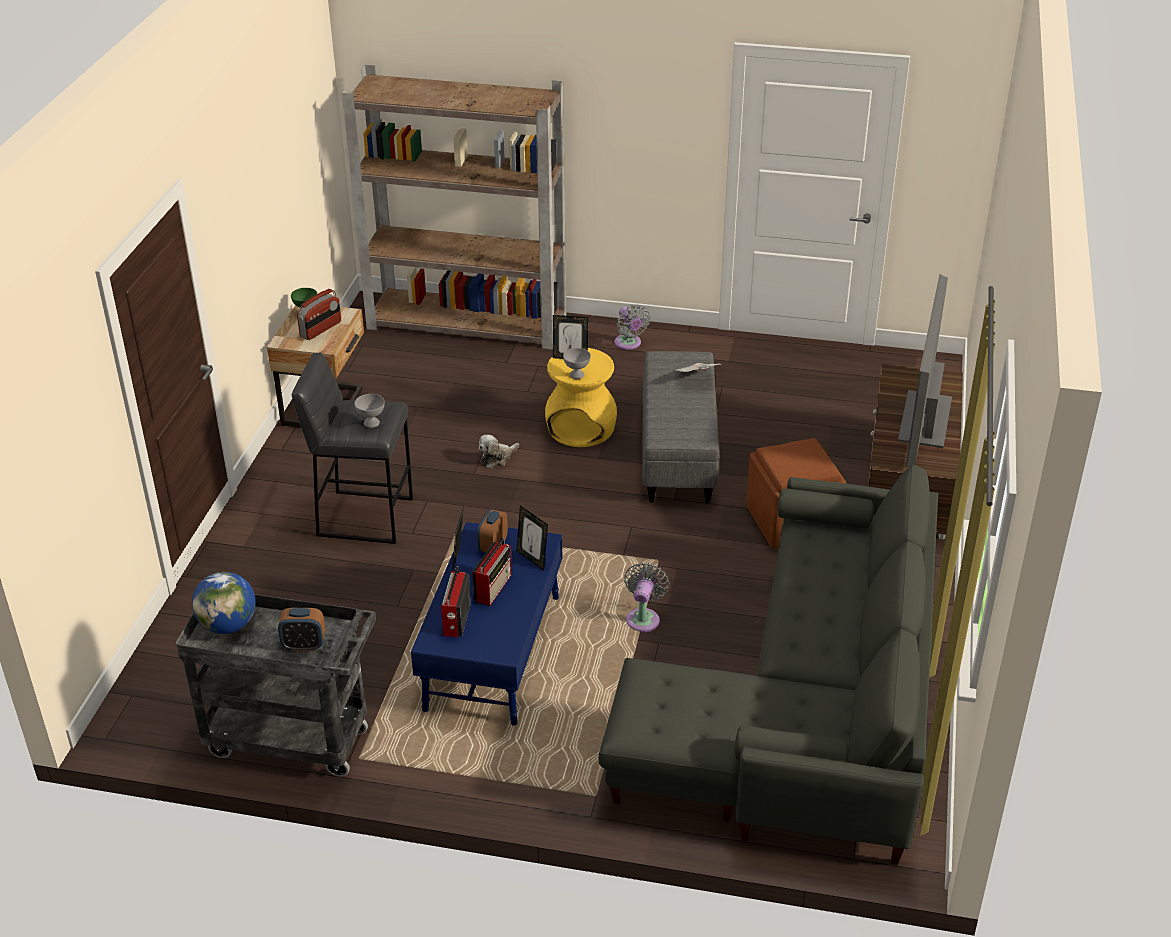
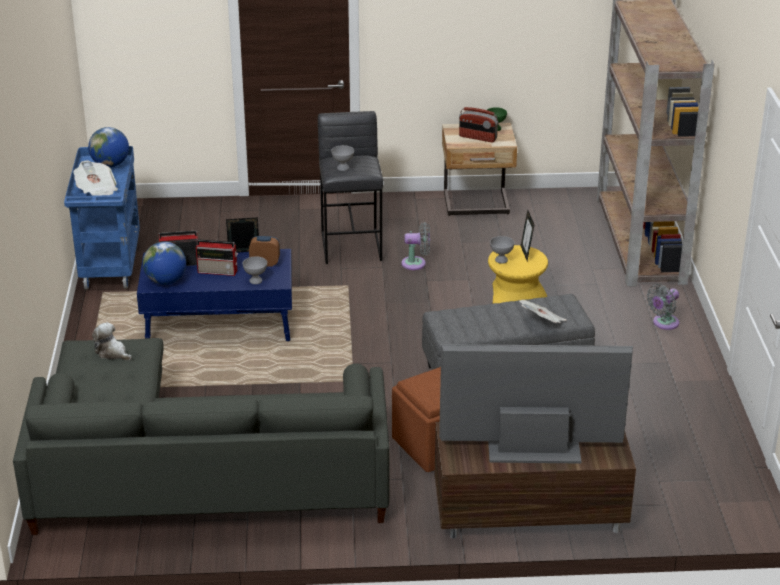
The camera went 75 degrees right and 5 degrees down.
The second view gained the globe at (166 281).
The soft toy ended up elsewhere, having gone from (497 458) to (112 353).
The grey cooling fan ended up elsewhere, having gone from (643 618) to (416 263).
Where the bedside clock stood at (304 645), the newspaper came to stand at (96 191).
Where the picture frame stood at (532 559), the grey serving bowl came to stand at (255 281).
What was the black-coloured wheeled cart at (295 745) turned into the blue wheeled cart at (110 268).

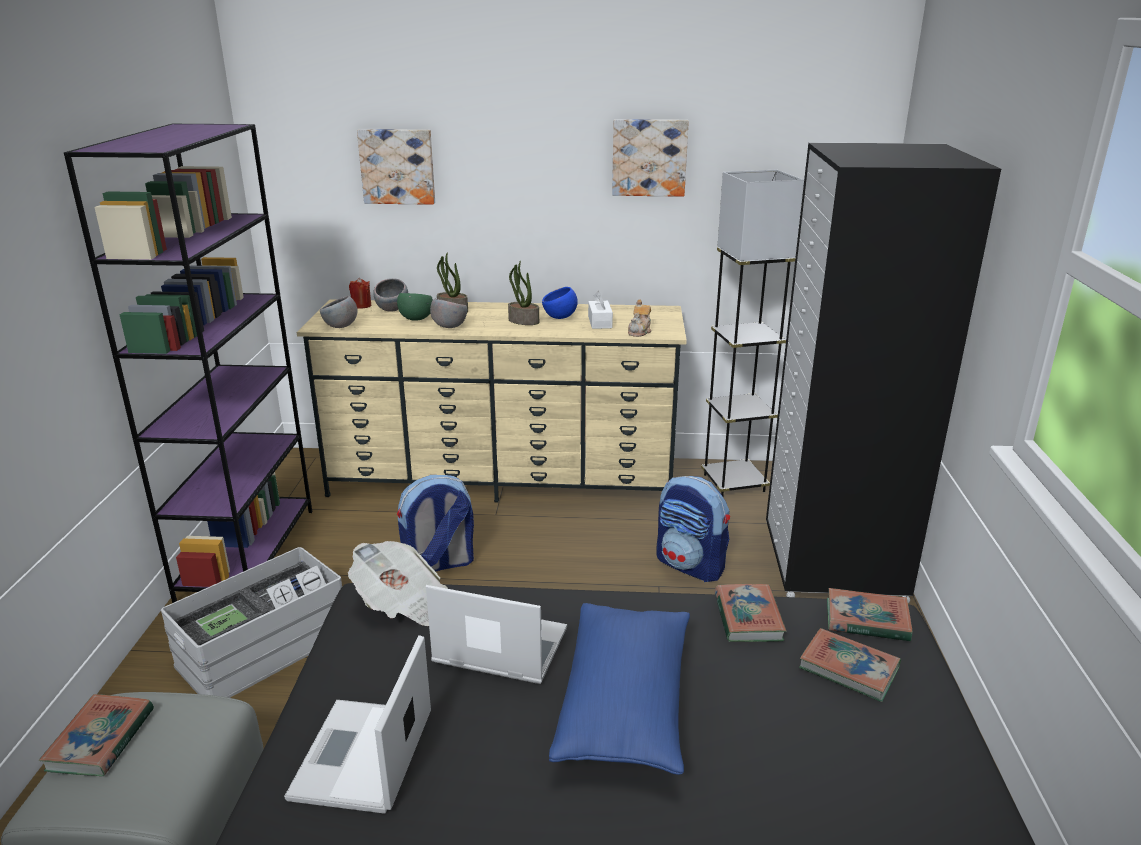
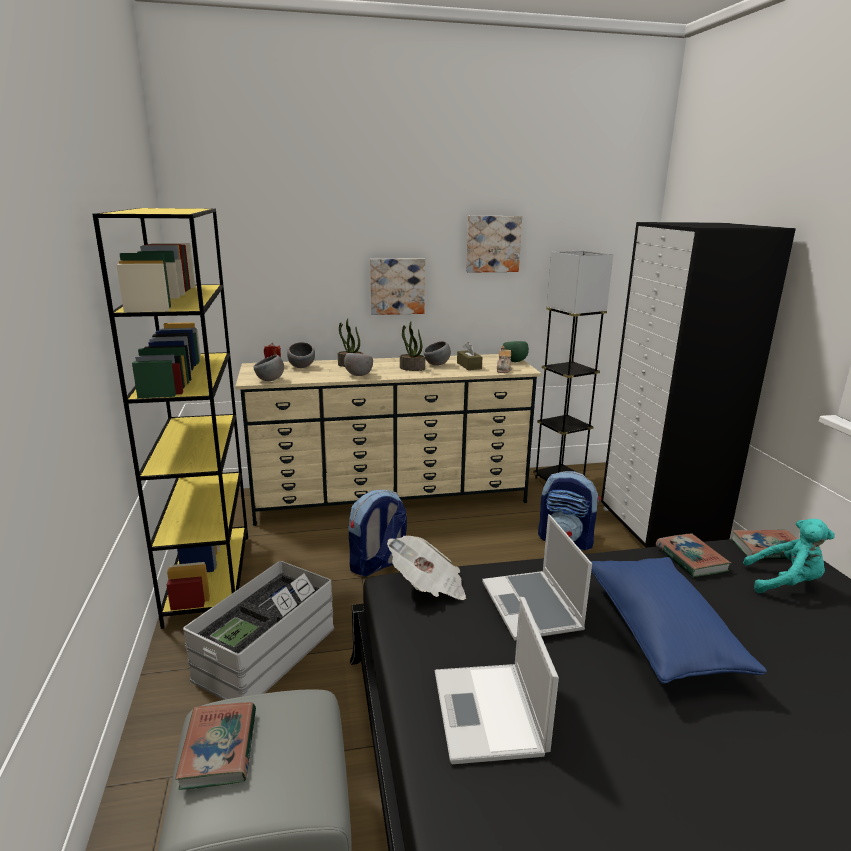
The camera went 15 degrees left and 5 degrees down.
The wall picture ended up elsewhere, having gone from (397 166) to (397 286).
The greenish serving bowl ended up elsewhere, having gone from (416 319) to (514 361).
Where the volume stood at (848 668), the turquoise soft toy came to stand at (785 583).
What was the purple shelving unit at (247 553) turned into the yellow shelving unit at (208 577).
What was the blue serving bowl at (560 318) turned into the grey serving bowl at (437 365).
What was the whitish box of tissues at (600 322) turned into the brown box of tissues at (469 366).
The laptop at (498 648) ended up facing another way, 105 degrees counterclockwise from before.

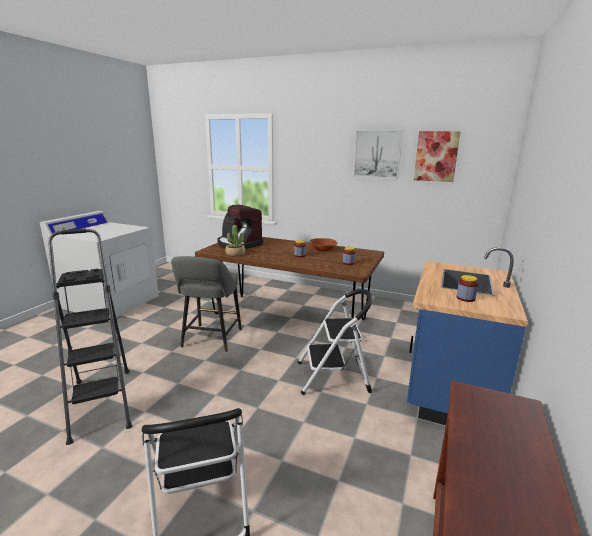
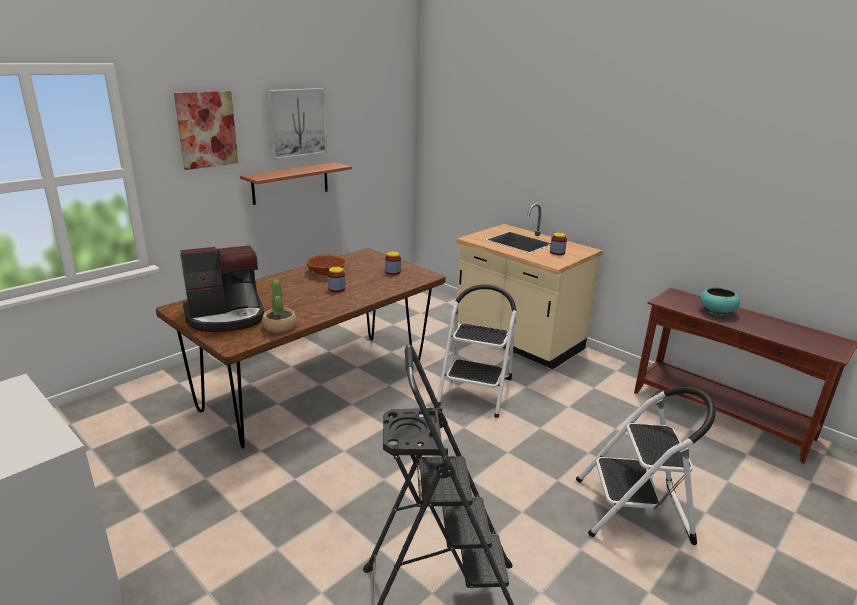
The camera went 70 degrees left and 5 degrees up.
The second view lost the grey stool at (210 339).
The second view gained the wall shelf at (290 183).
The second view gained the turquoise serving bowl at (716 312).
The wall picture ended up elsewhere, having gone from (436 156) to (206 129).
What was the blue kitchen base unit at (449 386) turned into the beige kitchen base unit at (518 341).

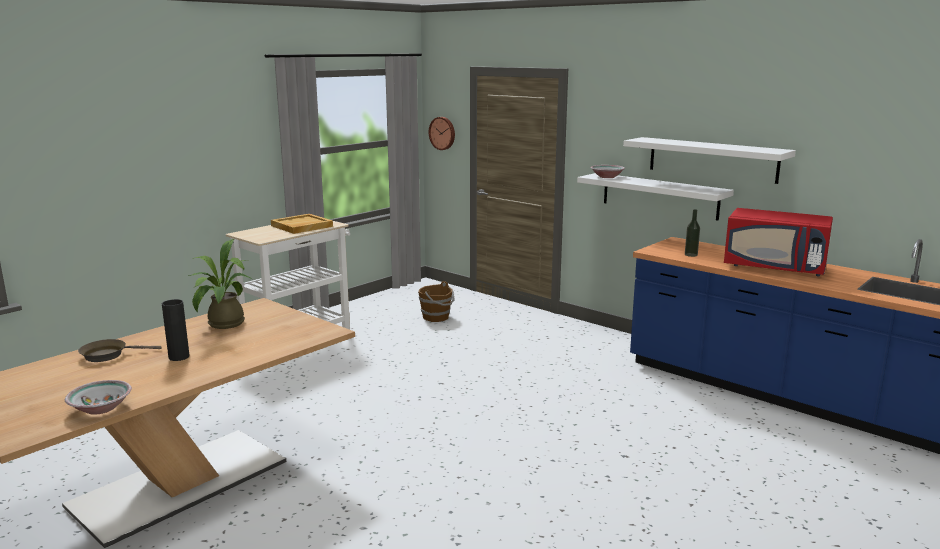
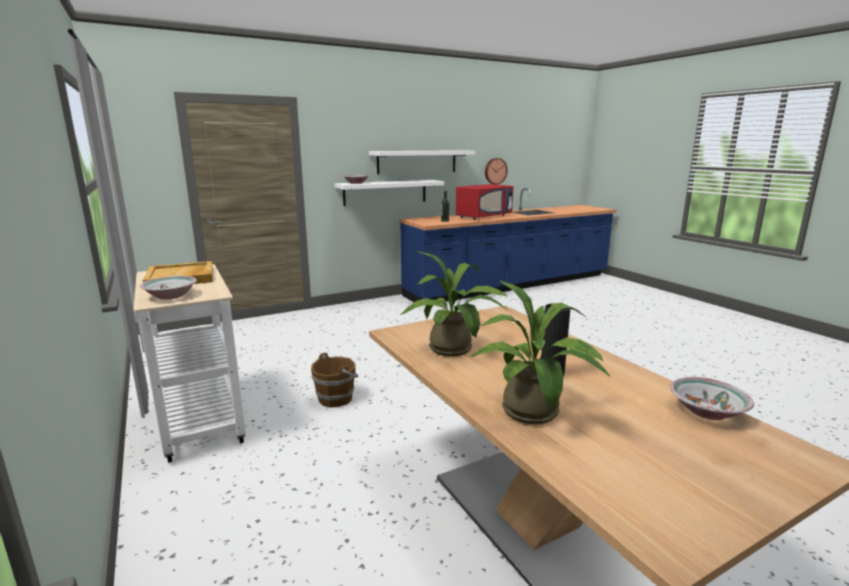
The camera went 70 degrees left and 0 degrees up.
The second view gained the serving bowl at (171 296).
The brown bucket ended up elsewhere, having gone from (436 317) to (336 398).
The wall clock ended up elsewhere, having gone from (443 133) to (495 171).
Where the brown pan stood at (108 355), the houseplant came to stand at (533 415).

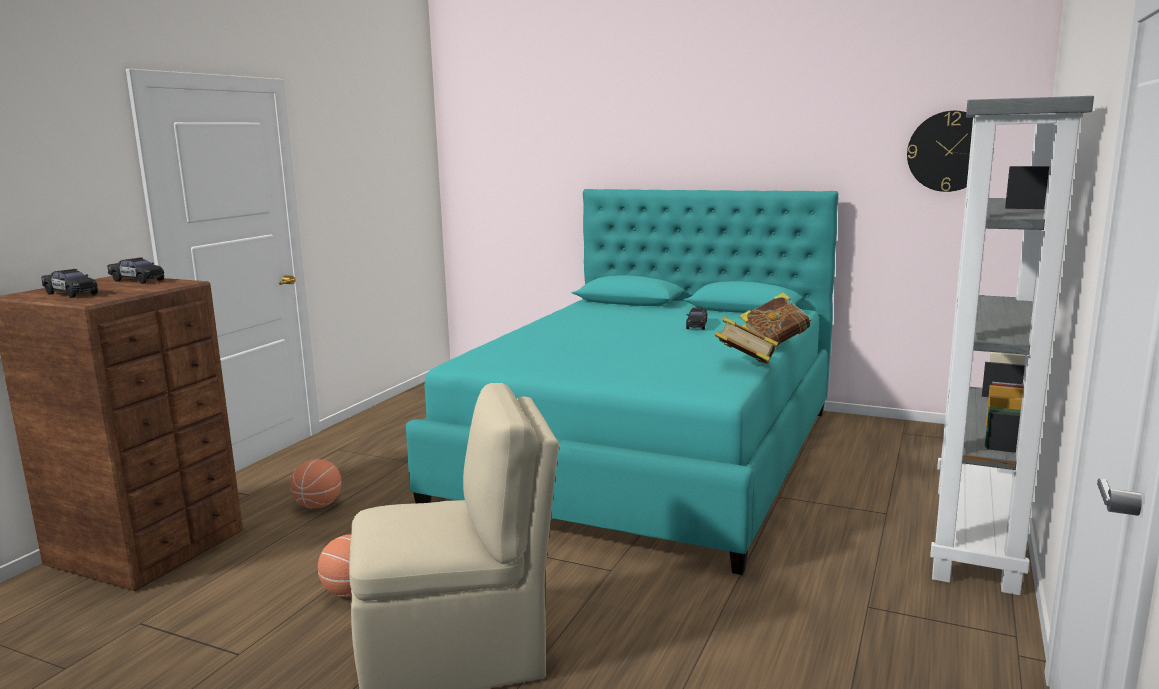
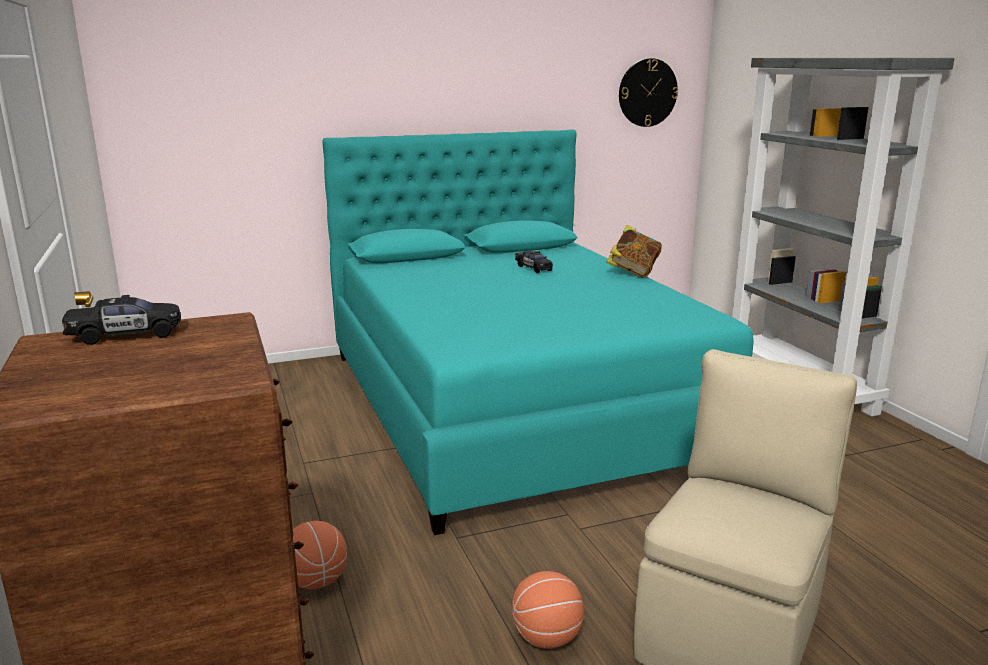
The camera went 45 degrees left and 5 degrees up.
The second view lost the black-coloured miniature car at (71 294).
The second view lost the volume at (744 366).

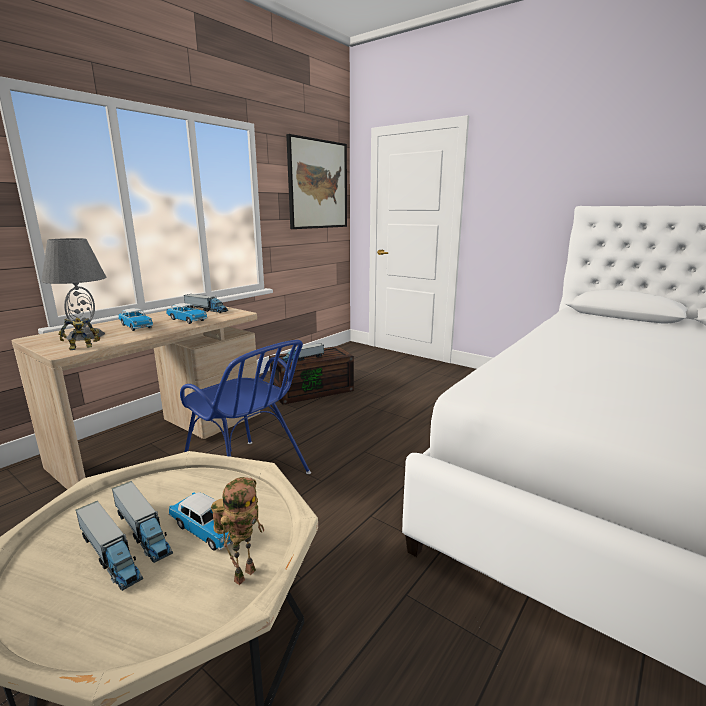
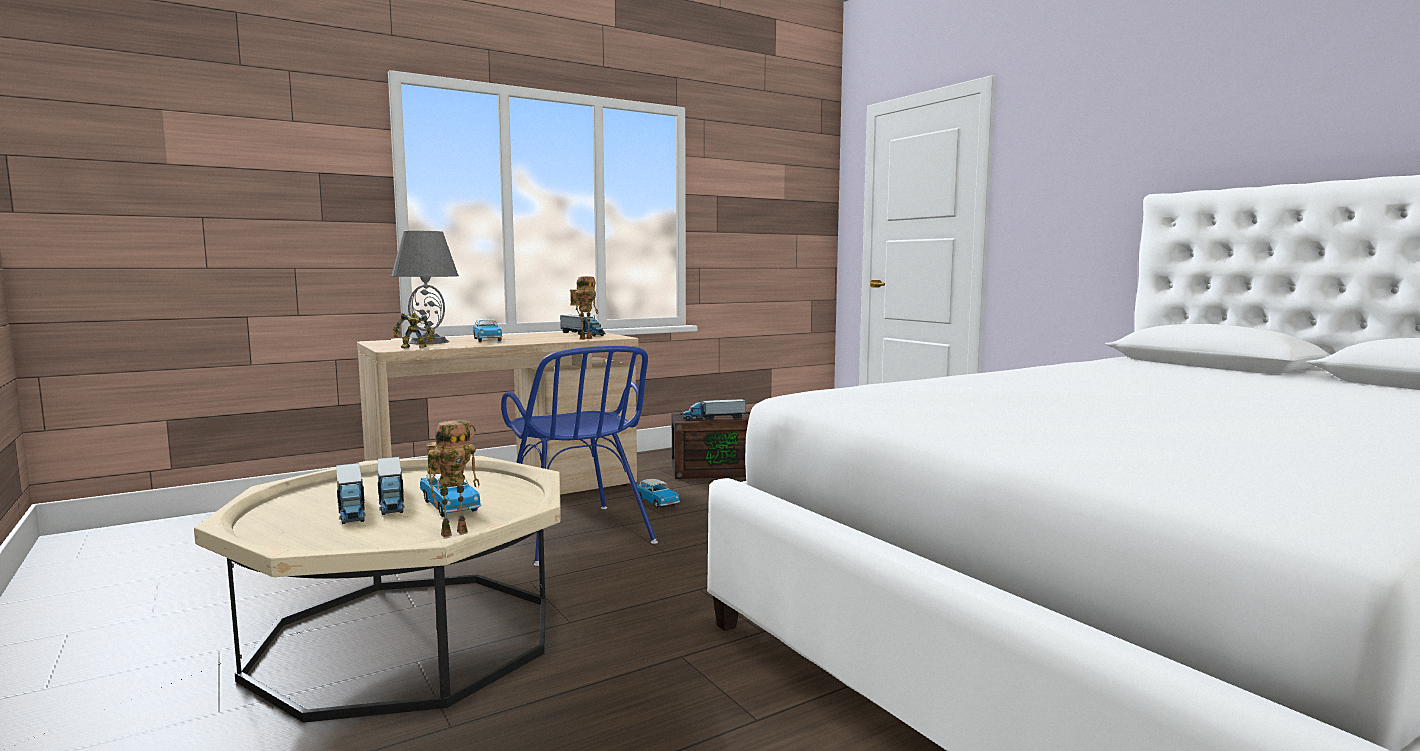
The camera went 20 degrees right and 10 degrees down.
The second view lost the wall picture at (318 185).
The second view gained the model robot at (585 338).
The miniature car ended up elsewhere, having gone from (187 320) to (656 501).

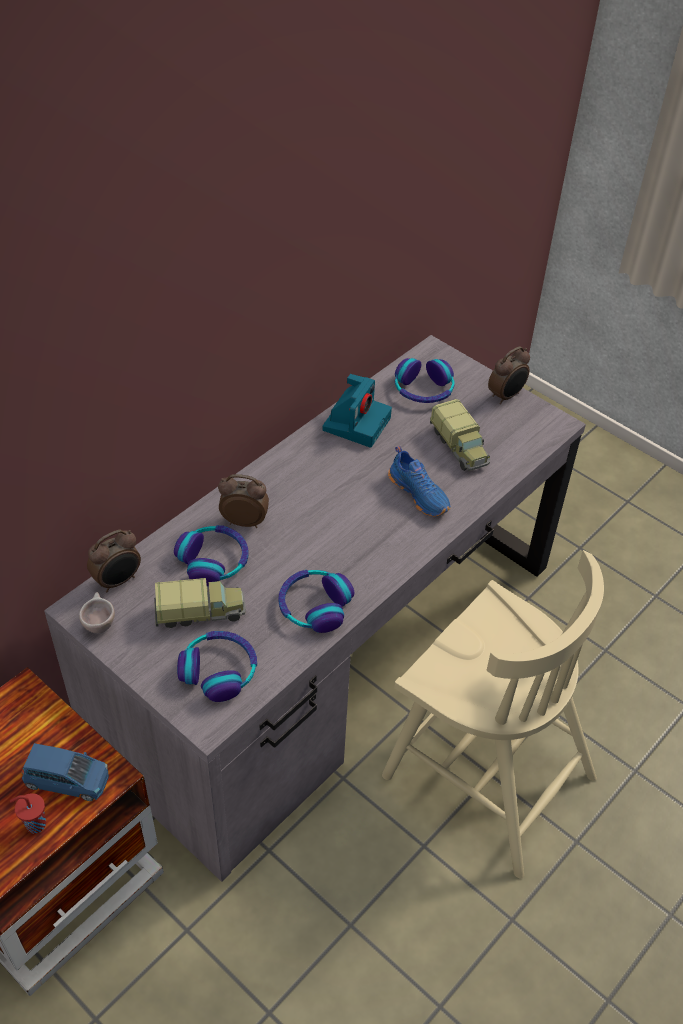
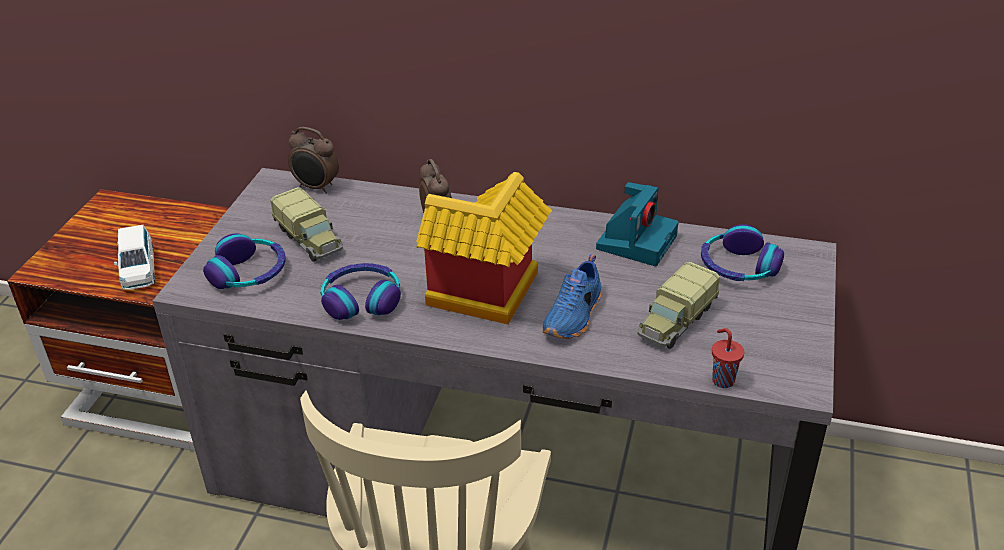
The camera went 65 degrees right and 10 degrees down.
The second view lost the beige cup at (99 623).
The second view lost the headset at (214 561).
The second view lost the bedside clock at (506 396).
The second view gained the model house at (485 298).
The red-coloured cup ended up elsewhere, having gone from (34 824) to (722 380).
What was the blue miniature car at (67 780) turned into the whitish miniature car at (138 270).
The still camera at (356 423) ended up facing another way, 60 degrees counterclockwise from before.

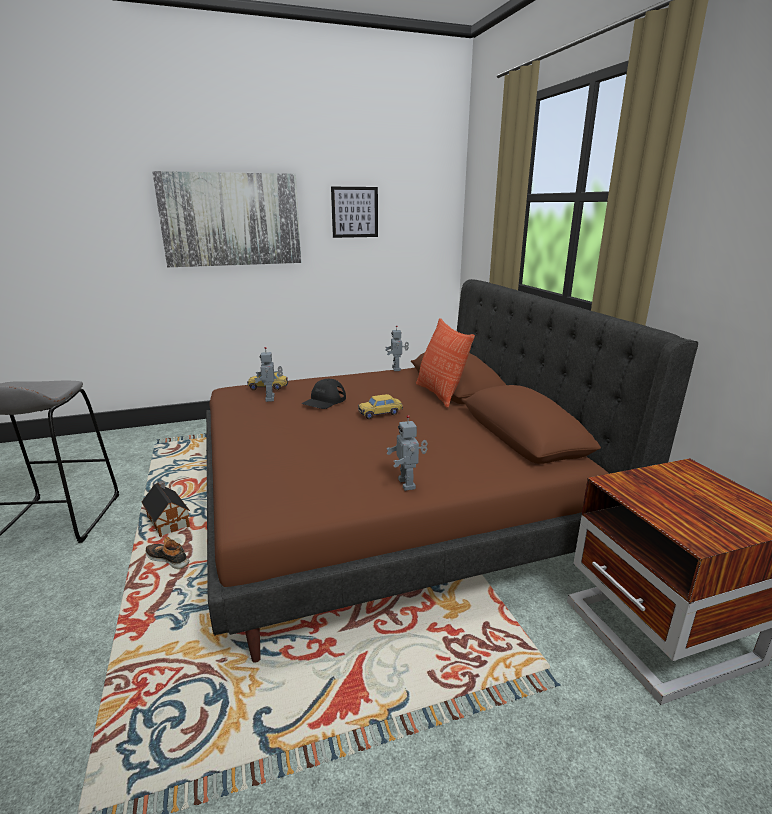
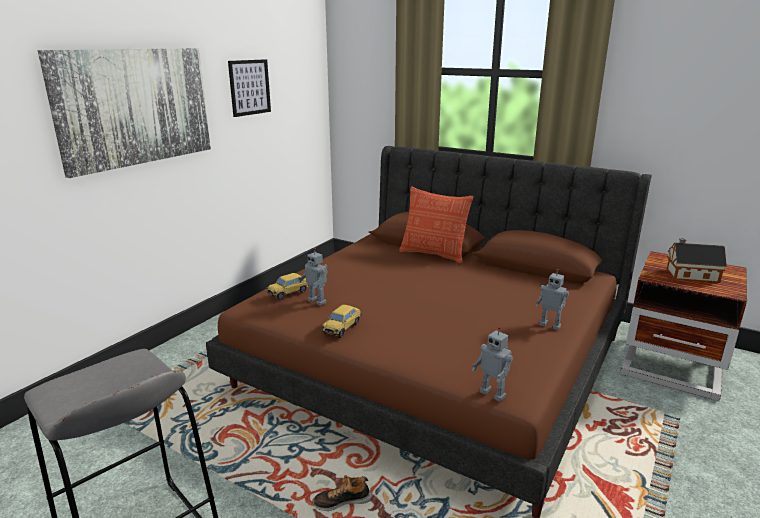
The camera went 40 degrees left and 0 degrees up.
The second view lost the black-coloured baseball cap at (324 400).
The model house ended up elsewhere, having gone from (168 521) to (690 275).
The miniature car ended up elsewhere, having gone from (380 414) to (342 328).
The model robot ended up elsewhere, having gone from (397 369) to (493 393).

